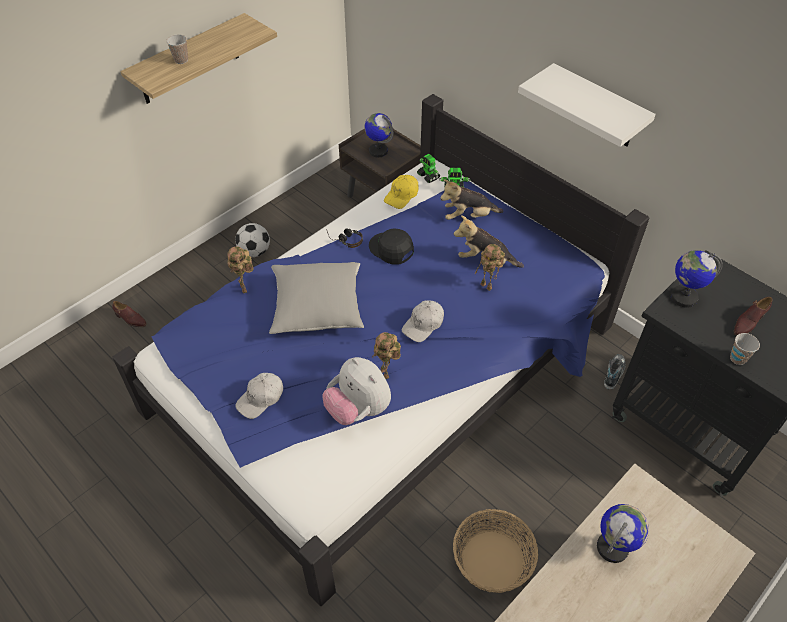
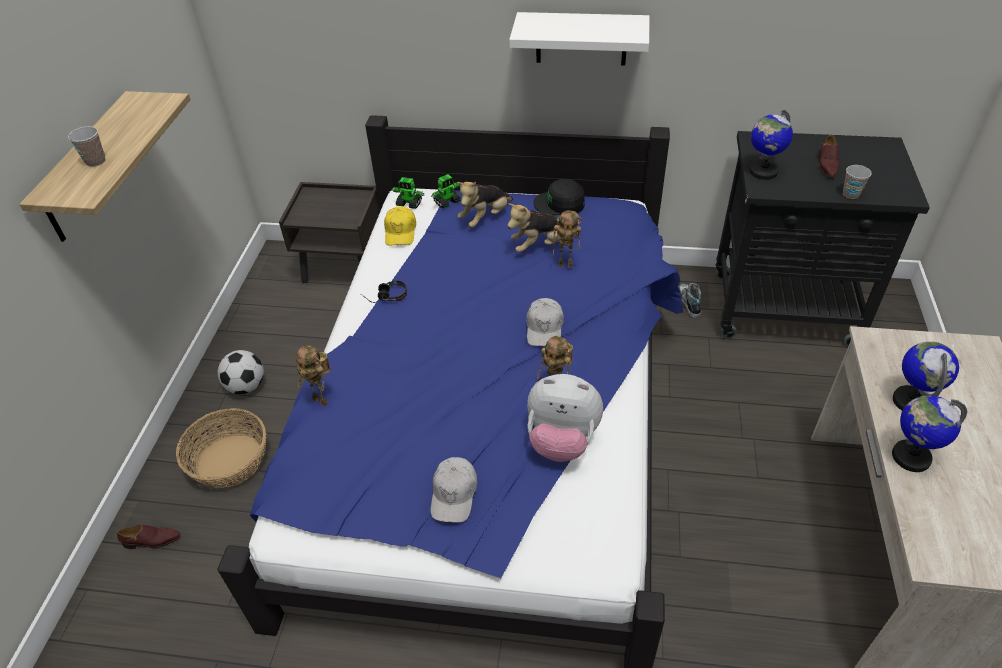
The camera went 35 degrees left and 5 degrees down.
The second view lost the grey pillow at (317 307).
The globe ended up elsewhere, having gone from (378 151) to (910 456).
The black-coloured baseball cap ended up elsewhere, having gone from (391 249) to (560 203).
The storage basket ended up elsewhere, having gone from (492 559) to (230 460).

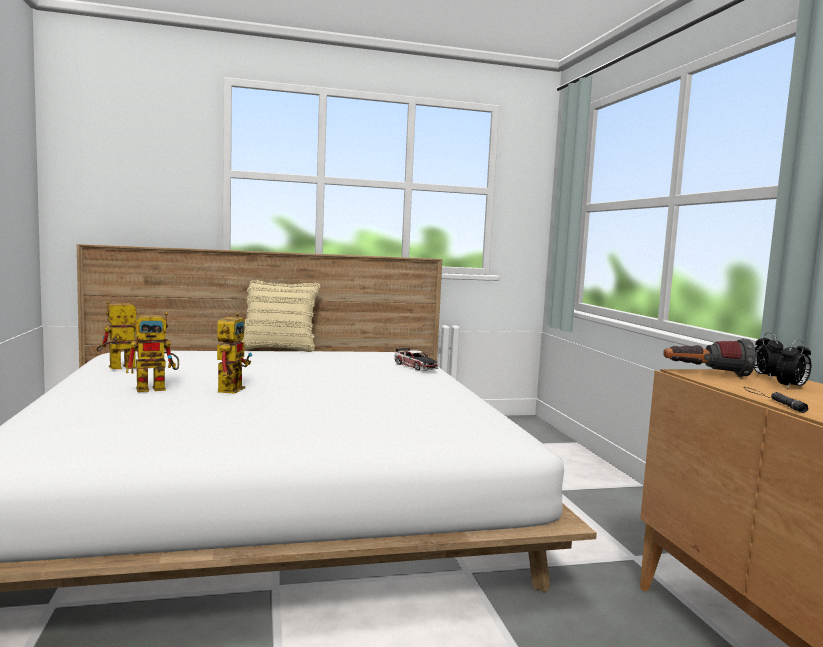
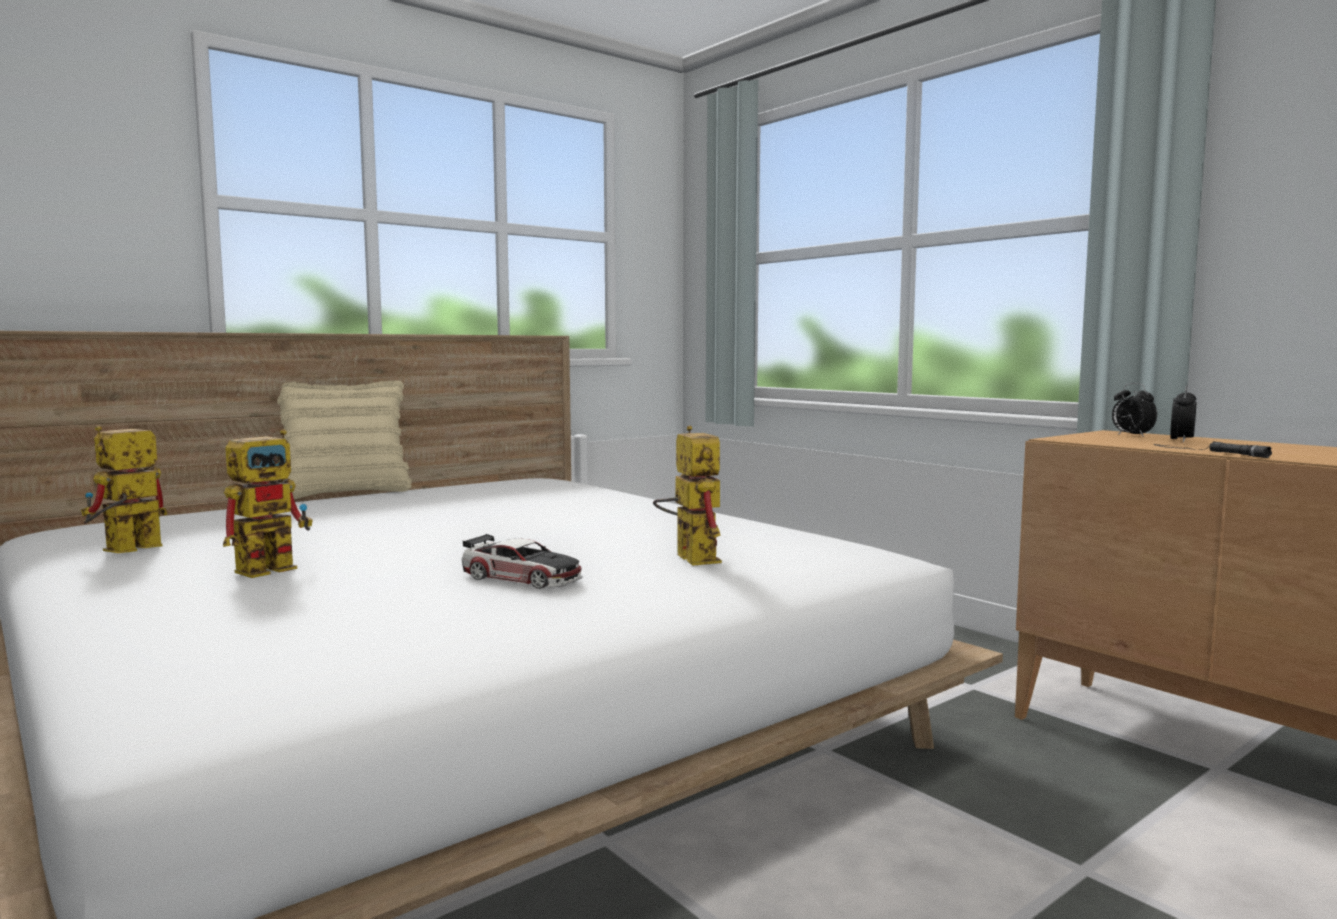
The camera went 25 degrees left and 0 degrees up.
The second view lost the torch at (705 374).
The model robot ended up elsewhere, having gone from (231 388) to (689 557).
The miniature car ended up elsewhere, having gone from (415 366) to (522 577).

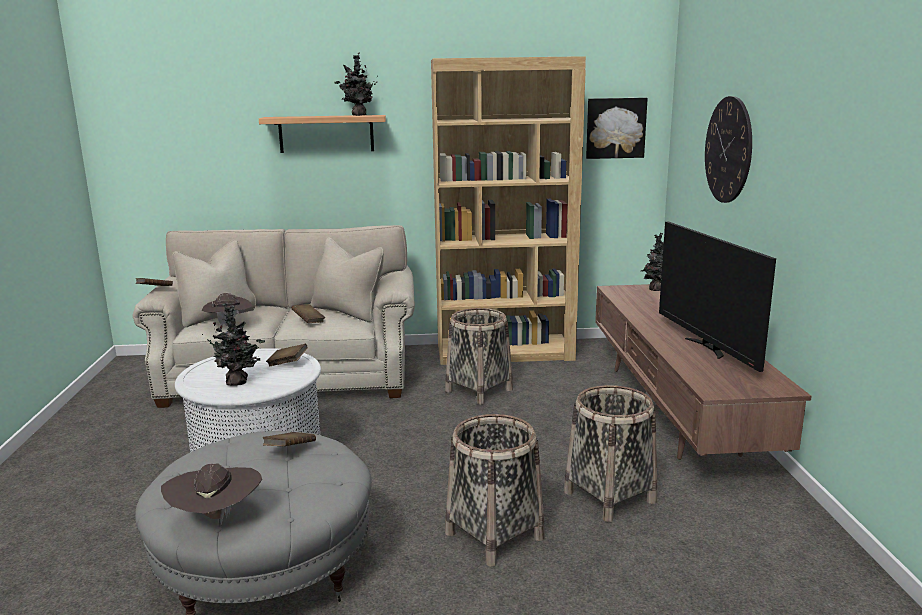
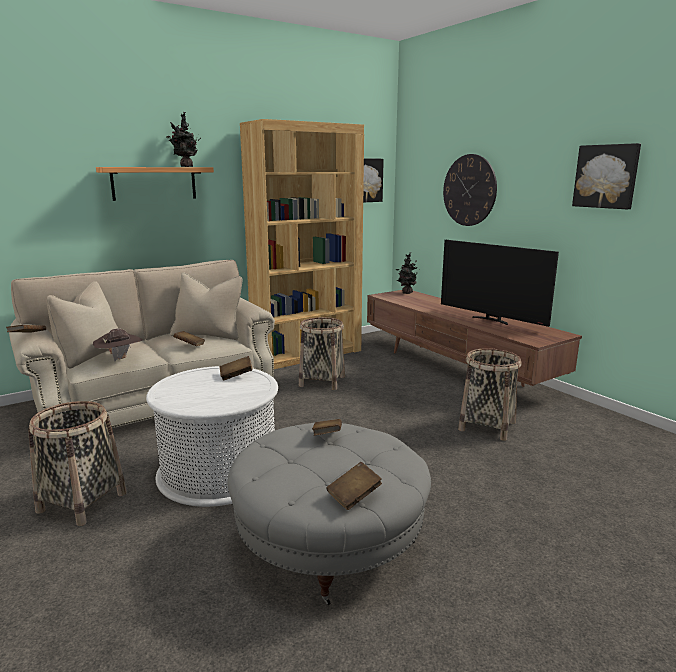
The camera went 30 degrees left and 0 degrees up.
The second view lost the houseplant at (239 382).
The second view gained the wall picture at (606 176).
The storage basket ended up elsewhere, having gone from (494 536) to (82 502).
Where the brown hat stood at (217 518), the brown volume came to stand at (354 496).

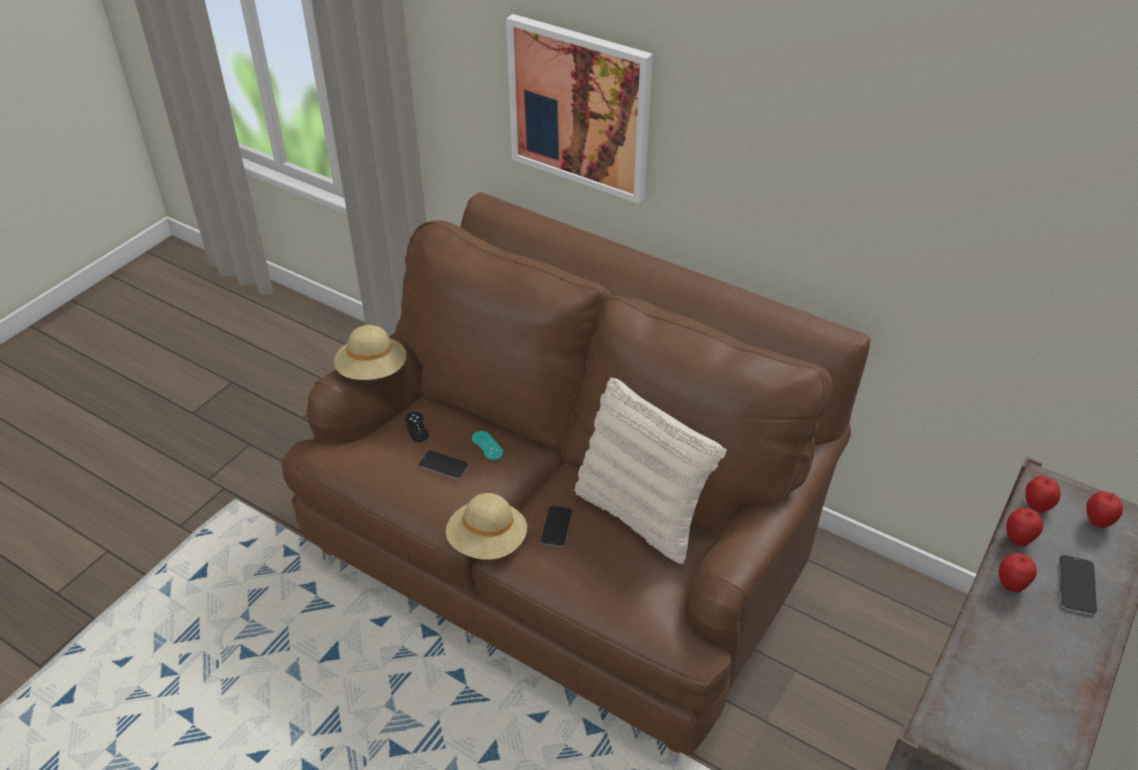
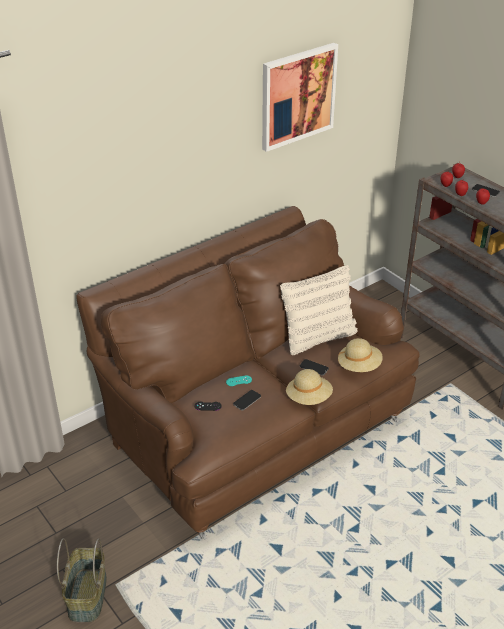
The camera went 70 degrees left and 5 degrees down.
The second view gained the storage basket at (86 595).
The beige hat ended up elsewhere, having gone from (373 371) to (359 366).
The wall picture ended up elsewhere, having gone from (580 108) to (297 96).

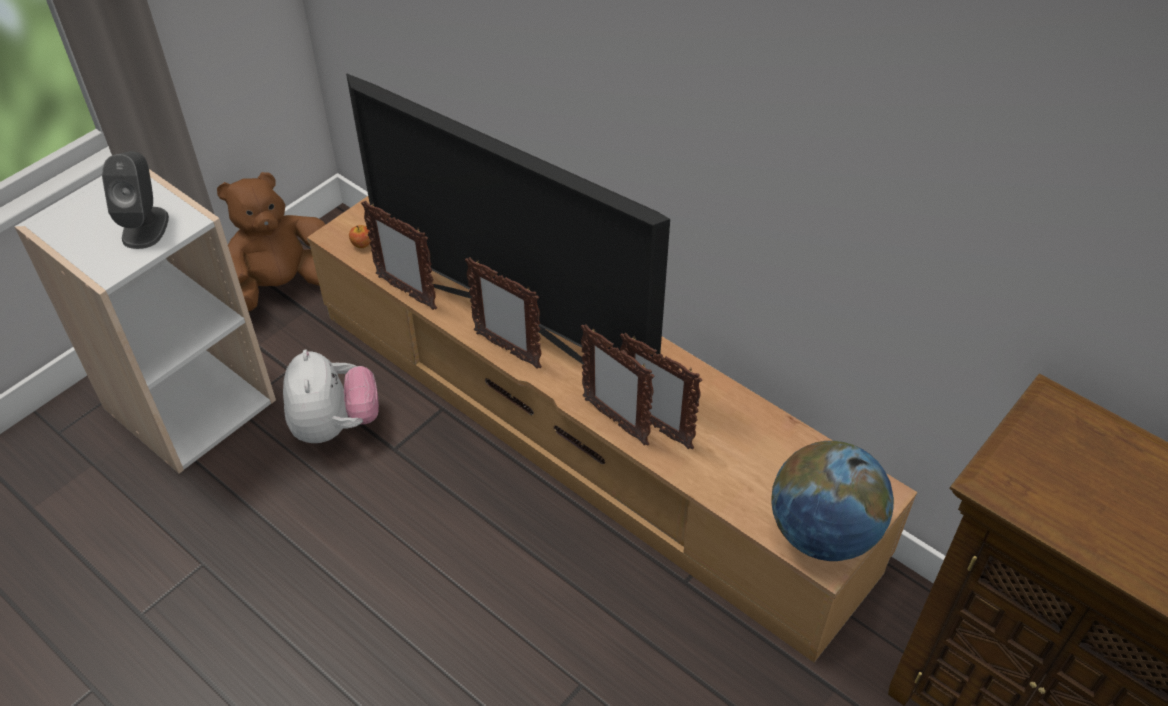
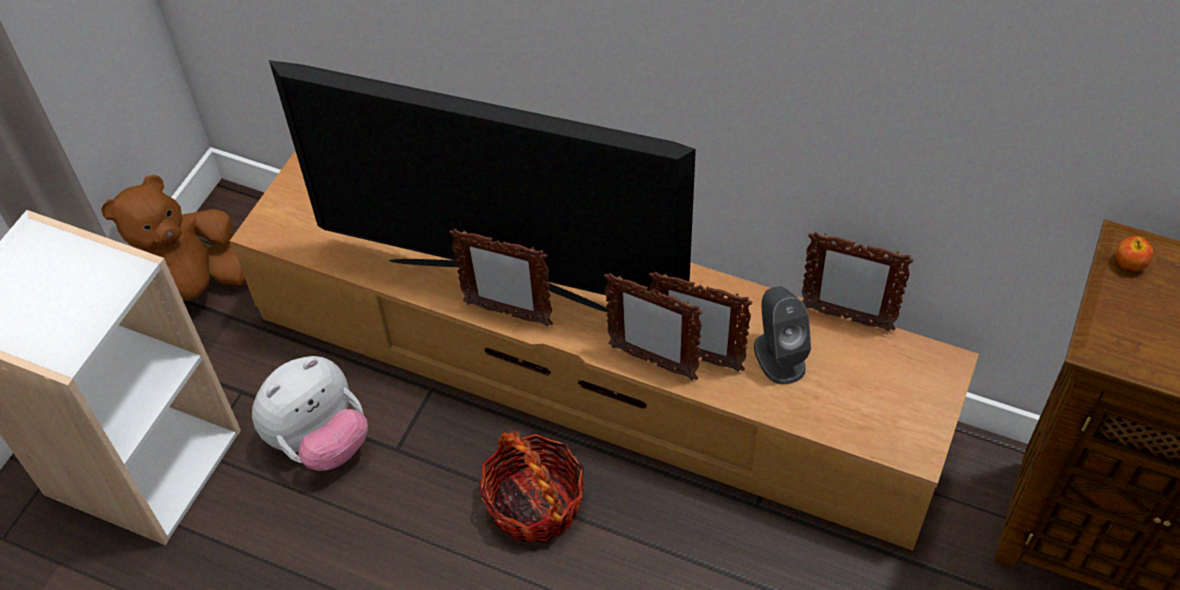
The camera went 15 degrees left and 5 degrees up.
The second view lost the globe at (822 533).
The second view gained the storage basket at (534 503).
The grey audio speaker ended up elsewhere, having gone from (145 227) to (779 356).
The apple fruit ended up elsewhere, having gone from (361 244) to (1129 263).
The picture frame ended up elsewhere, having gone from (406 292) to (846 318).
The soft toy at (335 425) ended up facing another way, 75 degrees clockwise from before.

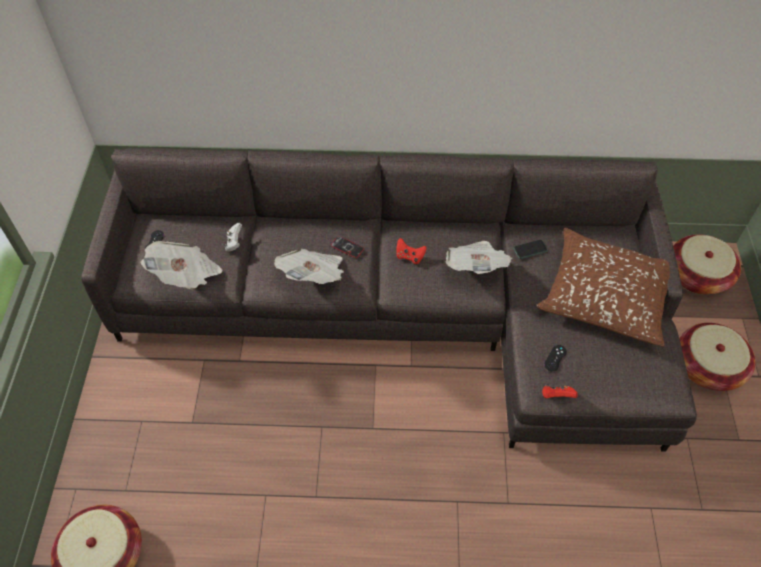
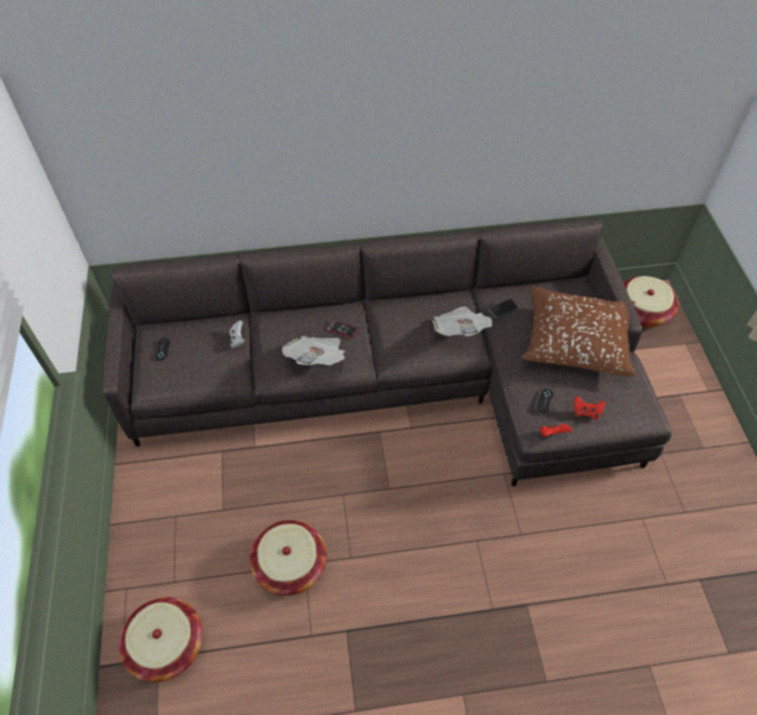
The camera went 10 degrees left and 0 degrees up.
The second view lost the newspaper at (186 275).
The red-coloured gamepad ended up elsewhere, having gone from (409 257) to (586 412).
The storage basket ended up elsewhere, having gone from (707 367) to (290 565).

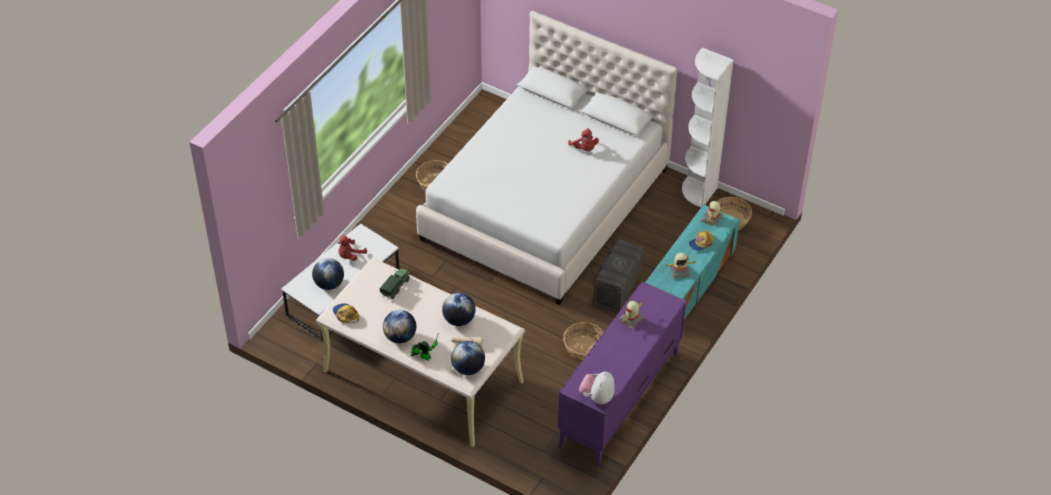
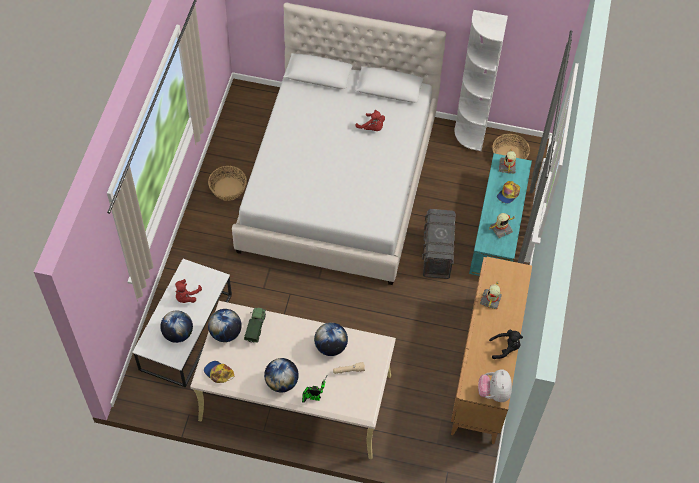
The camera went 20 degrees left and 10 degrees up.
The second view lost the storage basket at (583 348).
The second view gained the black-coloured soft toy at (505 348).
The globe ended up elsewhere, having gone from (468 368) to (226 333).
What was the purple dresser at (620 401) turned into the brown dresser at (486 369).

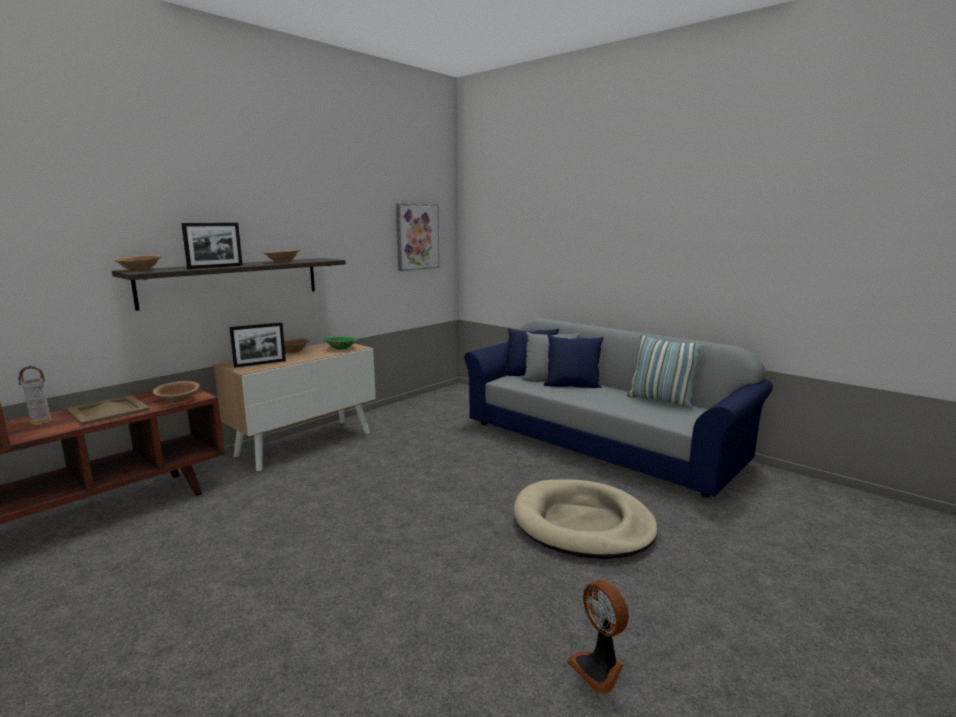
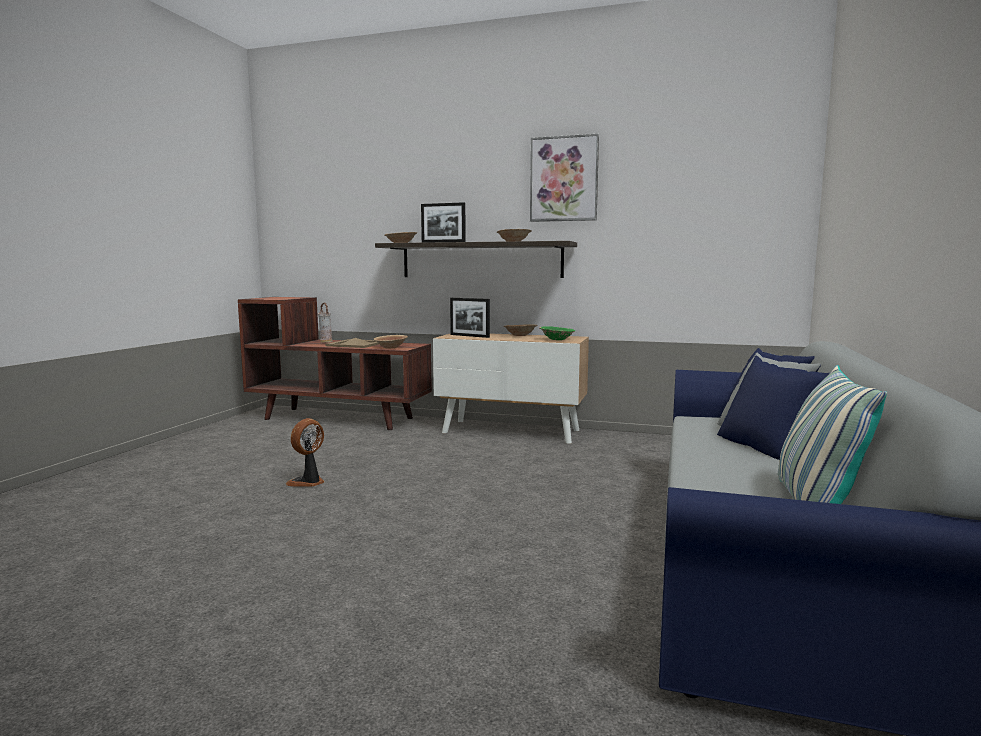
The camera went 65 degrees right and 5 degrees down.
The second view lost the beige pet bed at (582 524).
The wall picture ended up elsewhere, having gone from (417 237) to (564 179).
The cooling fan ended up elsewhere, having gone from (599 668) to (308 482).

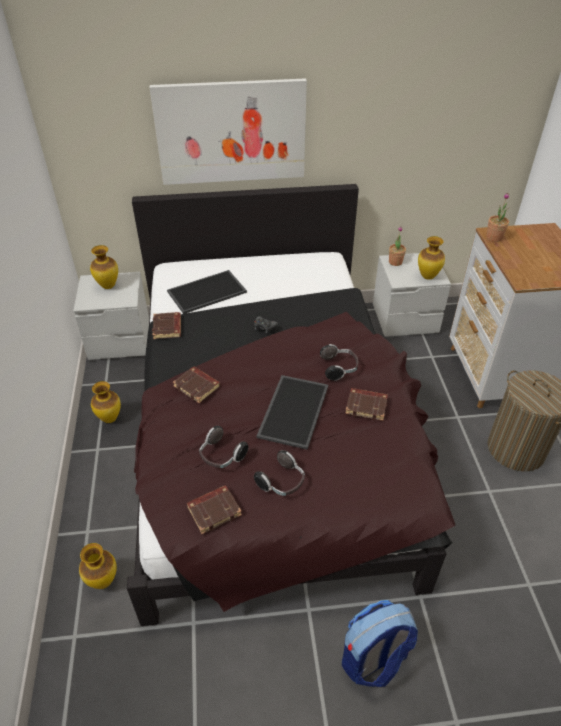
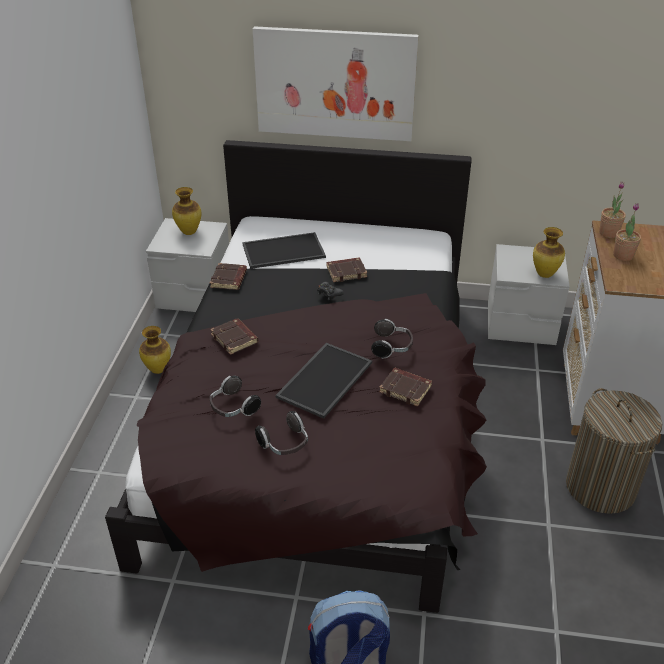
The camera went 15 degrees right and 5 degrees down.
The second view lost the vase at (103 581).
The brown volume ended up elsewhere, having gone from (214 510) to (346 272).
The houseplant ended up elsewhere, having gone from (395 262) to (623 255).

